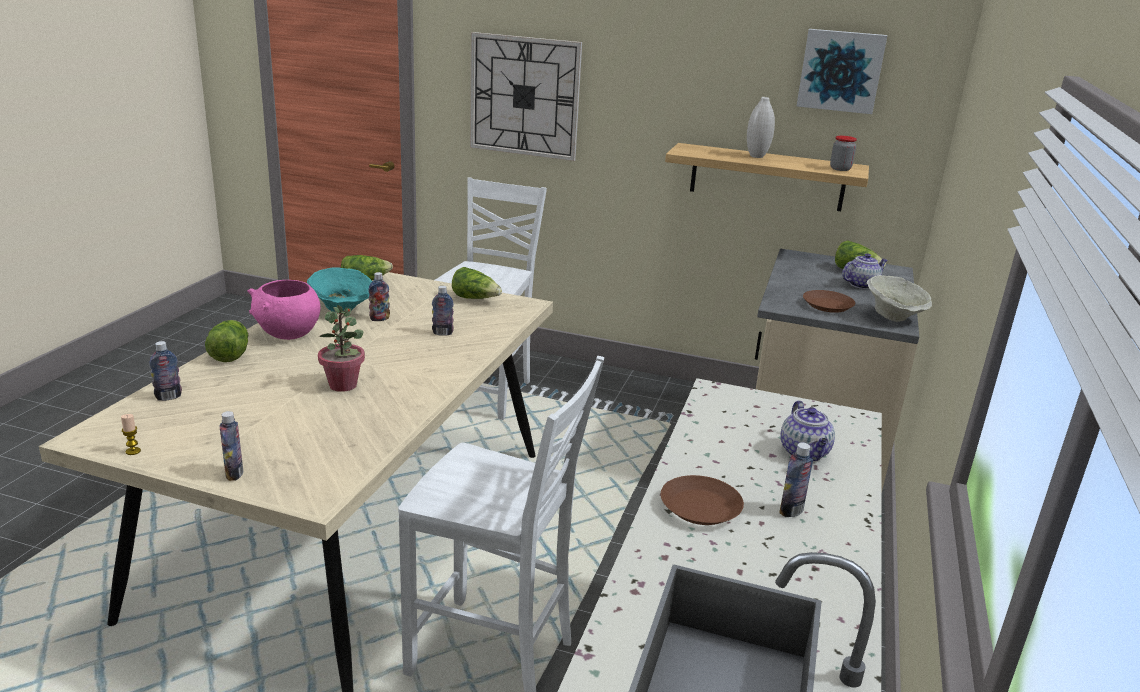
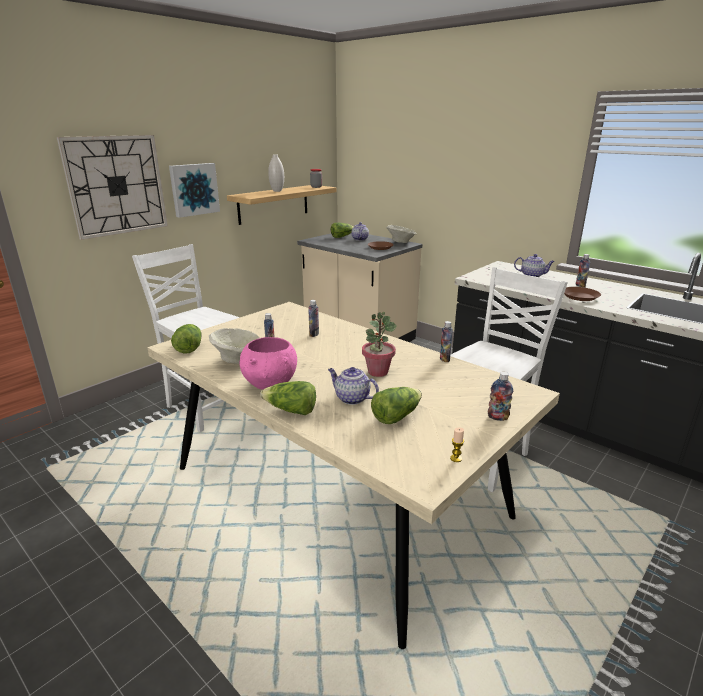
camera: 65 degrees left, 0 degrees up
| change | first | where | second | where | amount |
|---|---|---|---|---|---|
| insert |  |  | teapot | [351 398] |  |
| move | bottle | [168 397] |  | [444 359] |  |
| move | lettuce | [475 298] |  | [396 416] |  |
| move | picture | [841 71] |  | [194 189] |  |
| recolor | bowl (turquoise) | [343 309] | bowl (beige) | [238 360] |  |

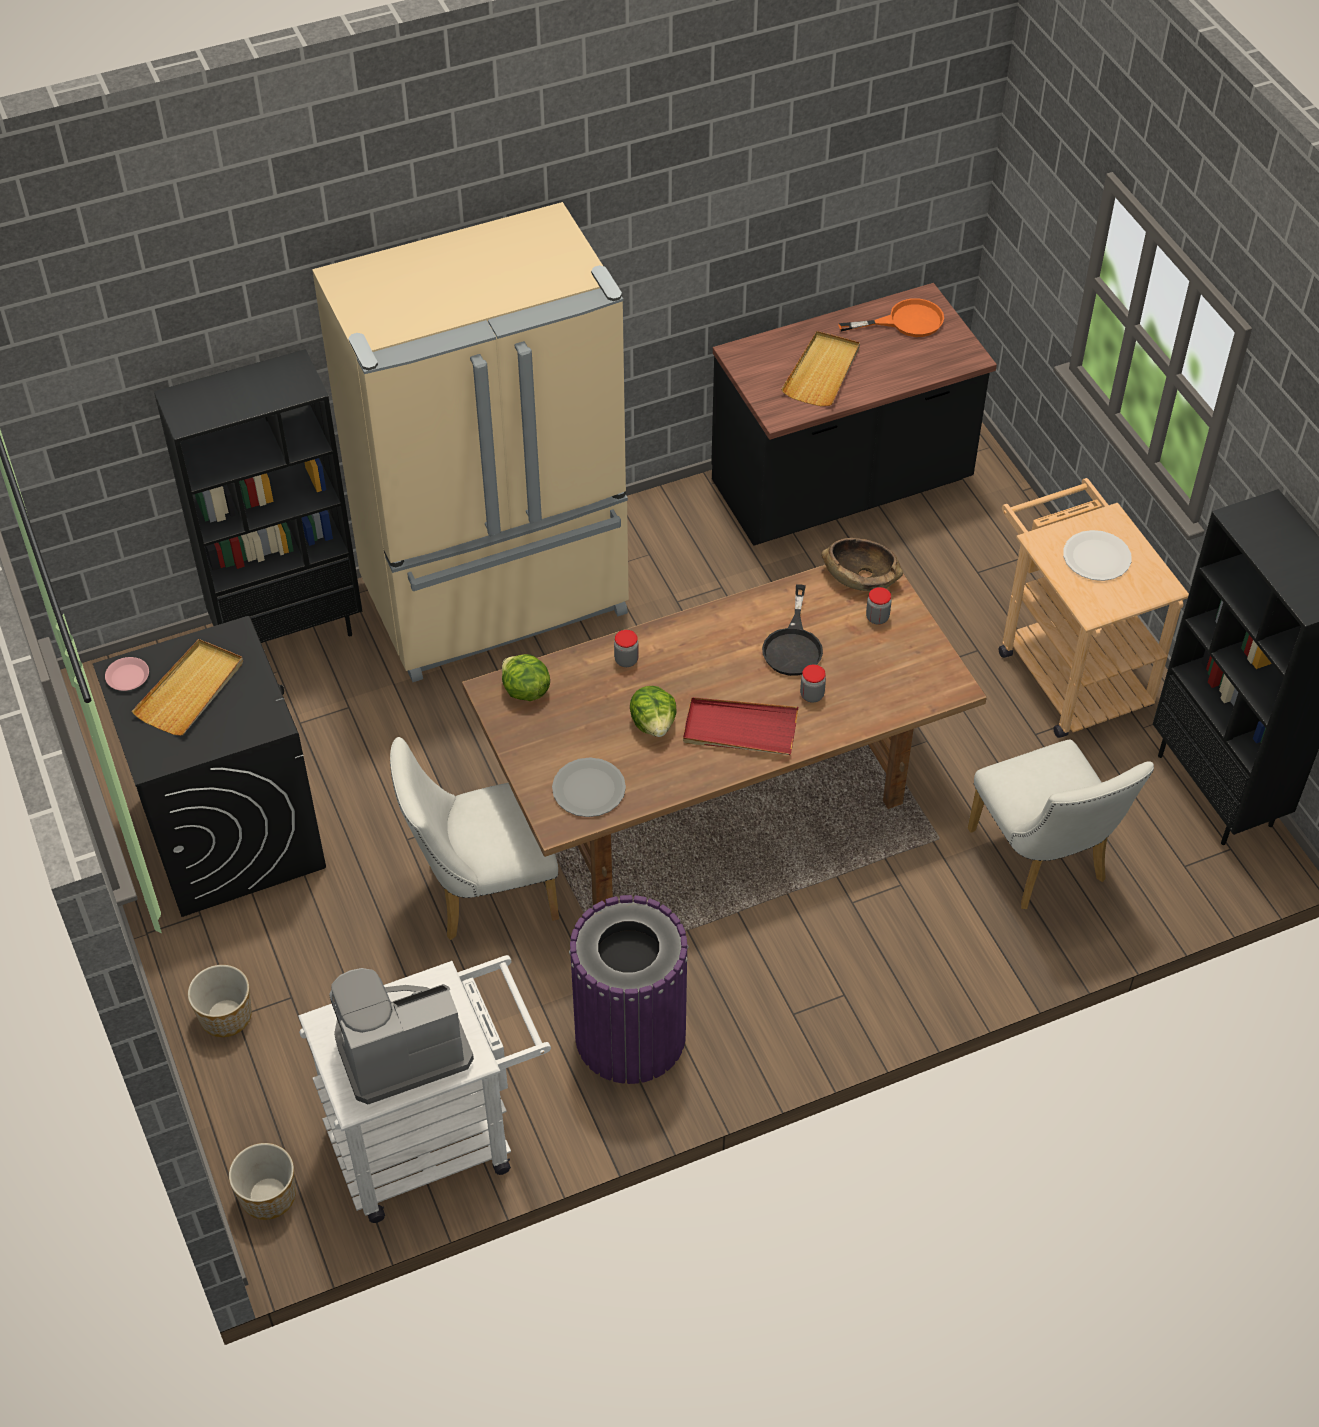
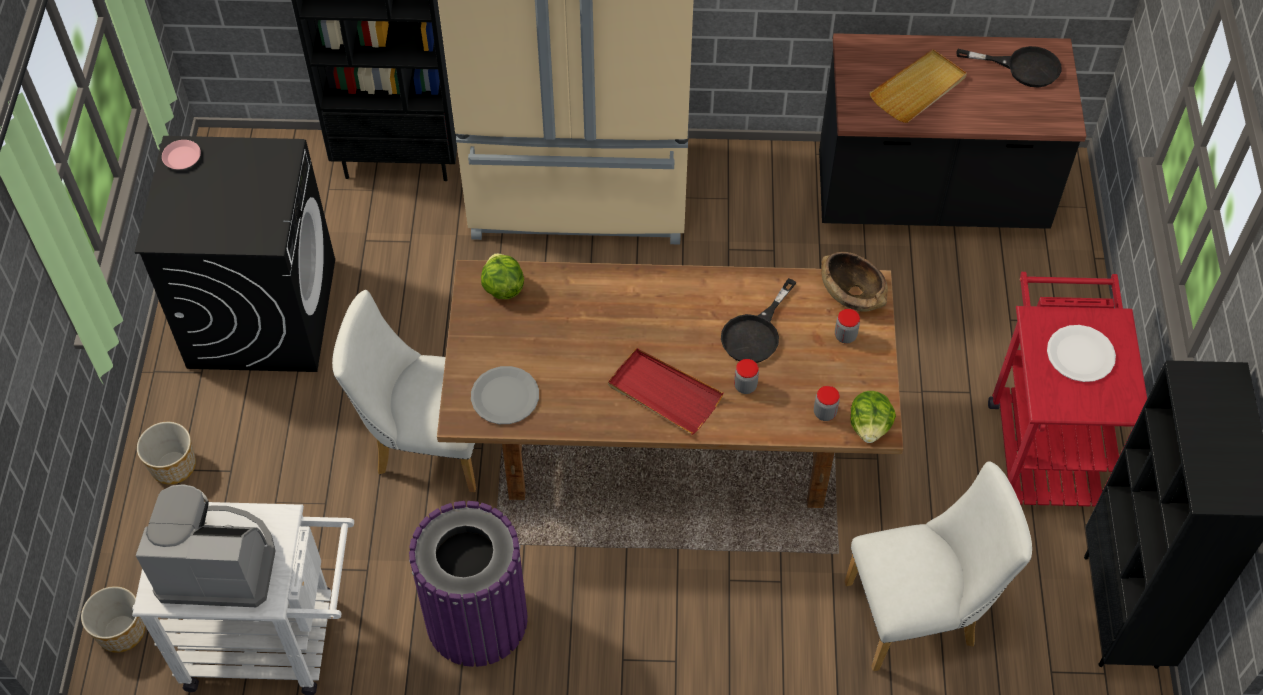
camera: 25 degrees right, 5 degrees up
| change | first | where | second | where | amount |
|---|---|---|---|---|---|
| delete | tray (beige) | [191 690] |  |  |  |
| move | jar | [626 660] |  | [824 413] |  |
| move | lettuce | [653 724] |  | [869 427] |  |
| recolor | frying pan (orange) | [905 322] | frying pan (black) | [1022 67] |  |
| recolor | cart (beige) | [1067 669] | cart (red) | [1043 441] |  |
| rotate | chair (white) | [1042 863] |  | [920 614] | 105 degrees counterclockwise |

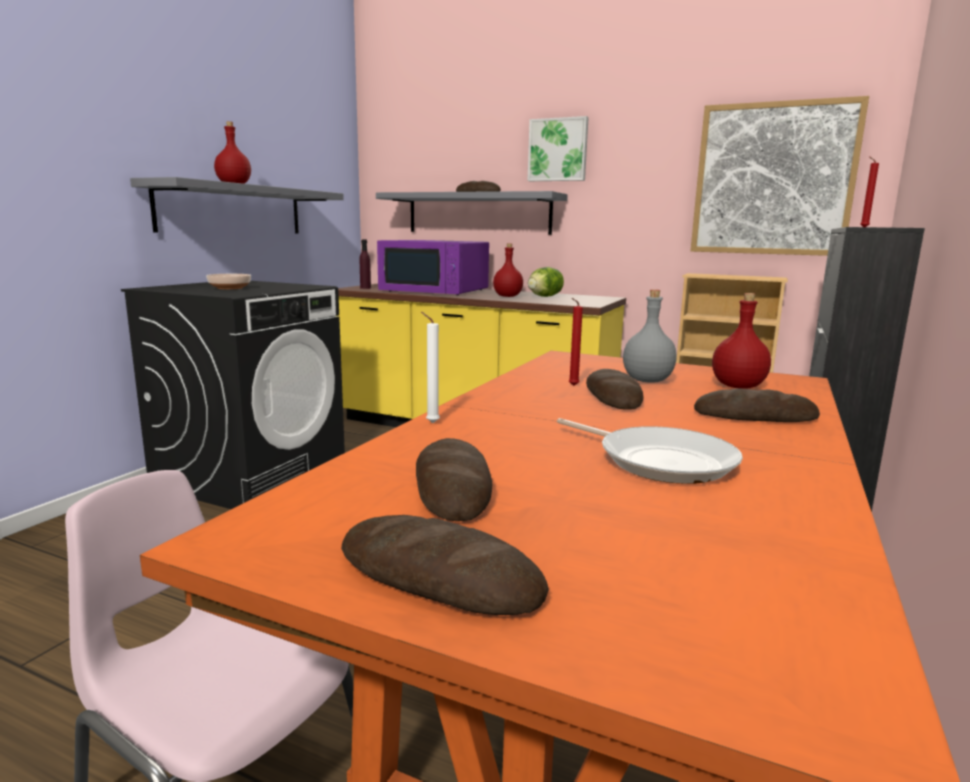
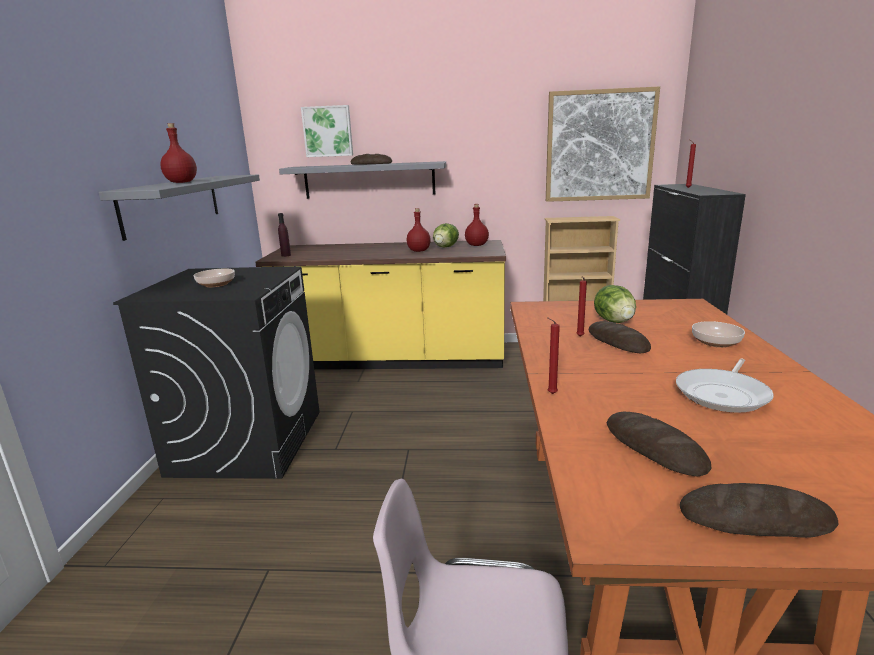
camera: 20 degrees left, 5 degrees up
| change | first | where | second | where | amount |
|---|---|---|---|---|---|
| delete | microwave (purple) | [436 290] |  |  |  |
| move | picture | [558 150] |  | [328 131] |  |
| move | bottle (red) | [739 386] |  | [477 245] |  |
| replace | bottle (grey) | [647 380] | lettuce | [614 321] |  |
| replace | bread | [754 416] | bowl | [714 342] |  |
| recolor | candle (white) | [430 423] | candle (red) | [550 394] |  |
| rotate | frying pan | [660 461] |  | [723 394] | 105 degrees clockwise |

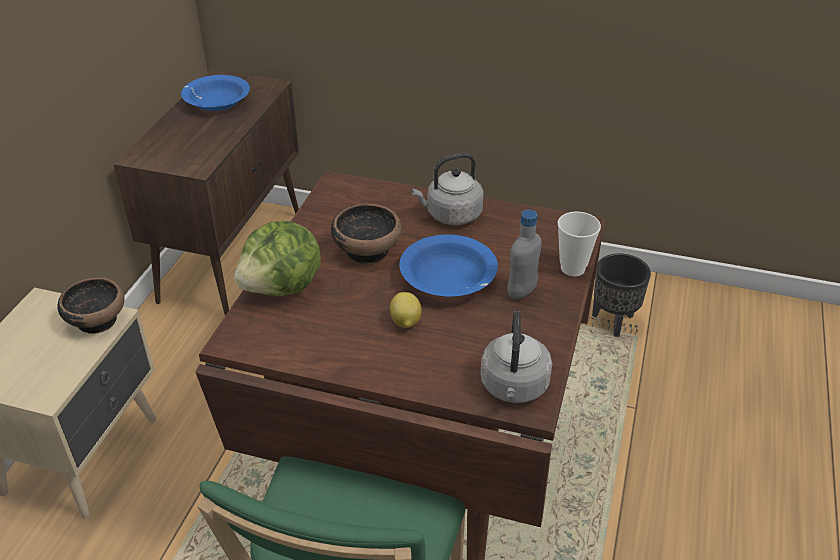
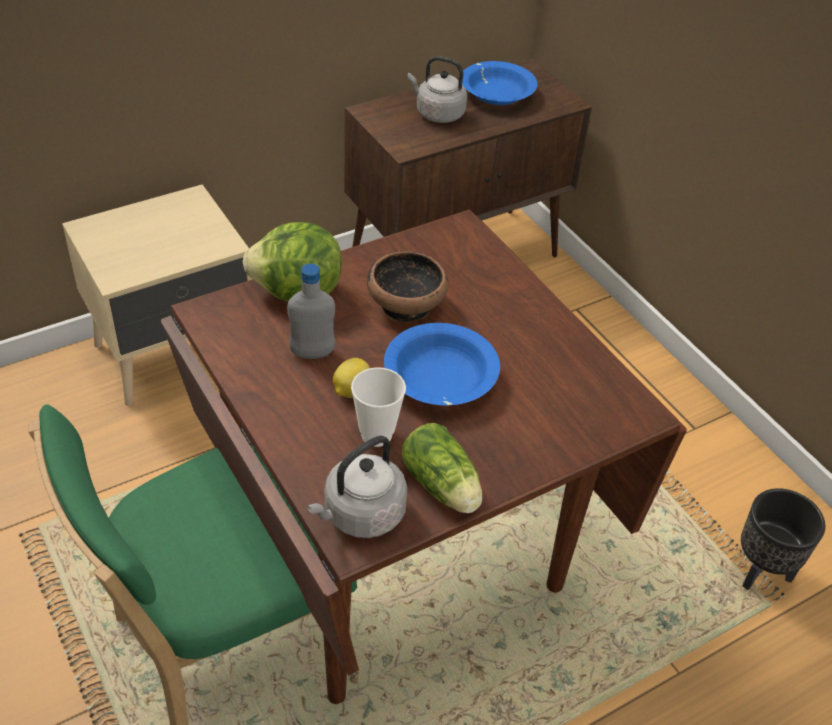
camera: 40 degrees right, 5 degrees up
| change | first | where | second | where | amount |
|---|---|---|---|---|---|
| delete | bowl | [97 320] |  |  |  |
| insert |  |  | lettuce | [443 488] |  |
| move | kettle (grey) | [451 215] |  | [437 113] |  |
| move | bottle (grey) | [522 292] |  | [312 353] |  |
| move | cup | [572 268] |  | [376 435] |  |

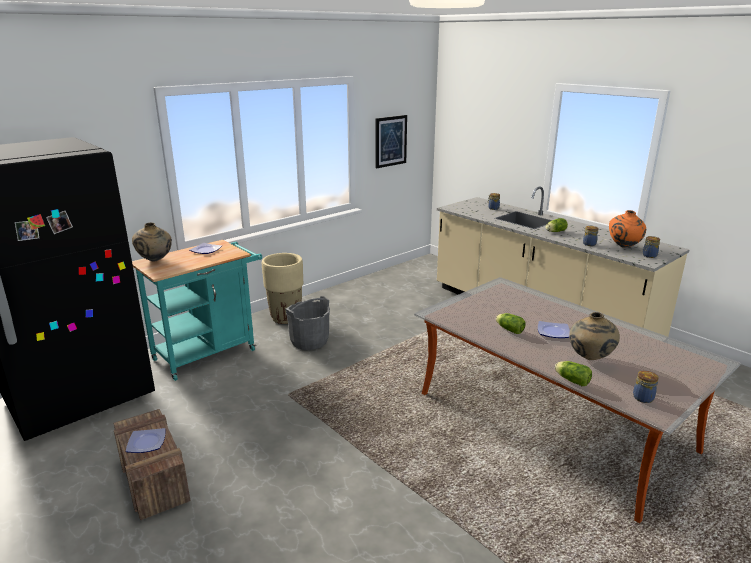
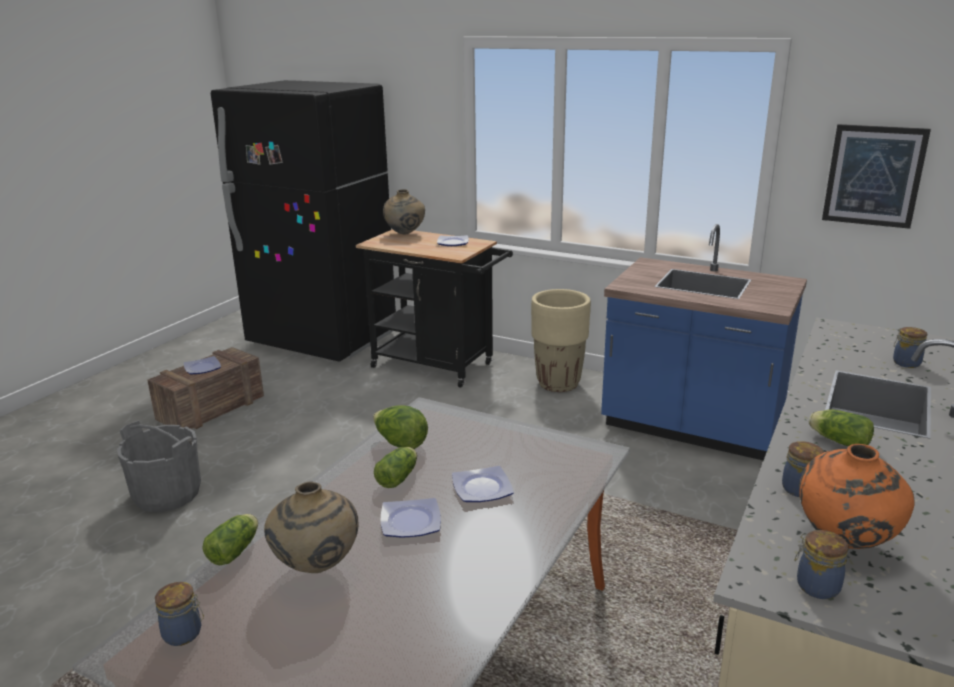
camera: 70 degrees right, 0 degrees up
| change | first | where | second | where | amount |
|---|---|---|---|---|---|
| insert |  |  | lettuce | [400 444] |  |
| insert |  |  | plate | [483 487] |  |
| insert |  |  | counter (blue) | [691 427] |  |
| move | bucket (grey) | [309 341] |  | [167 494] |  |
| recolor | cart (turquoise) | [210 352] | cart (black) | [439 366] |  |

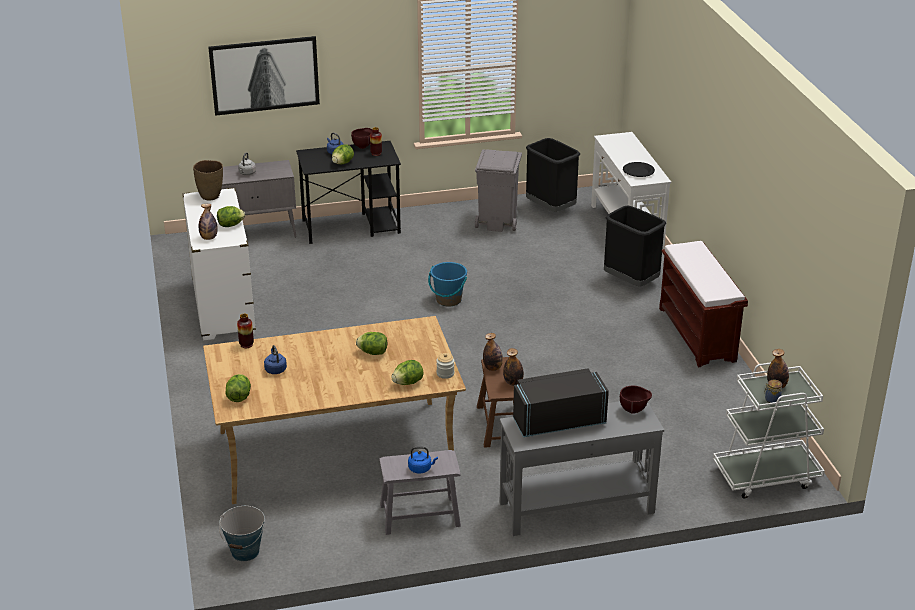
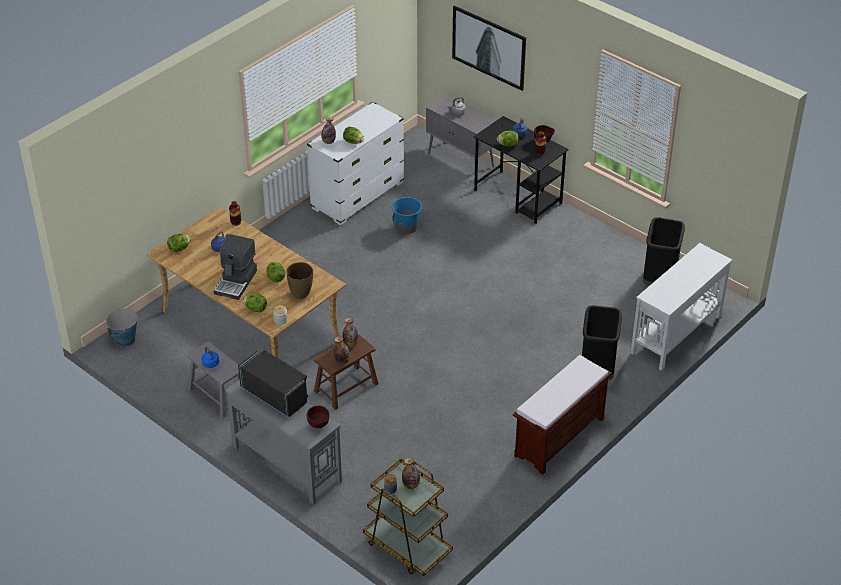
camera: 55 degrees right, 10 degrees up
| change | first | where | second | where | amount |
|---|---|---|---|---|---|
| delete | trash can (grey) | [497 222] |  |  |  |
| delete | plate (black) | [638 171] |  |  |  |
| insert |  |  | coffee machine | [236 282] |  |
| move | vase (brown) | [210 196] |  | [301 293] |  |
| move | bucket (blue) | [448 300] |  | [406 227] |  |
| recolor | cart (white) | [766 476] | cart (brown) | [407 546] |  |

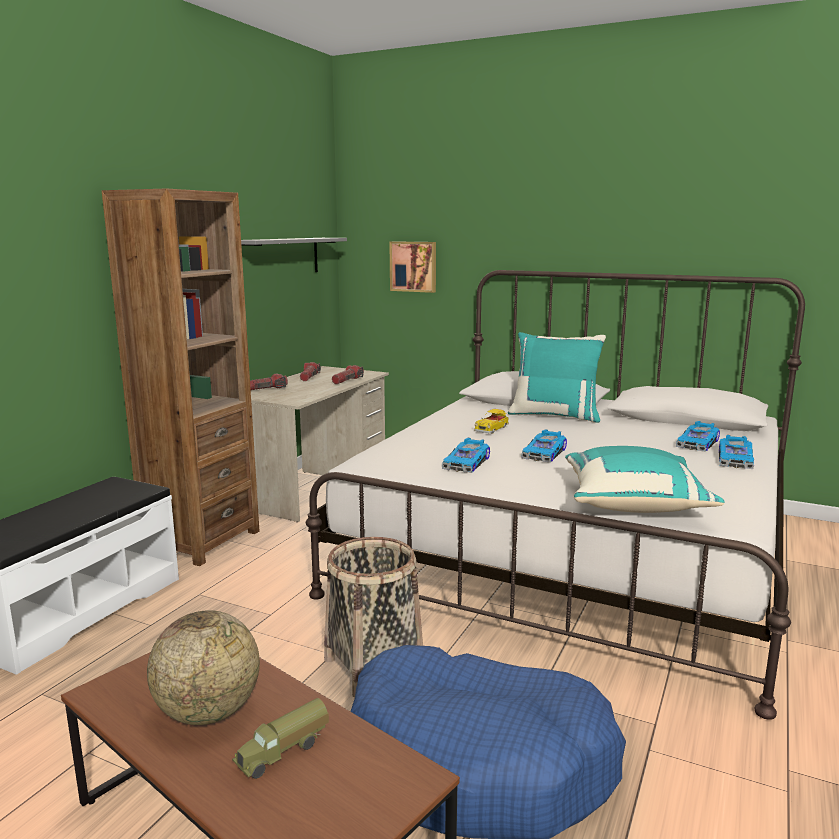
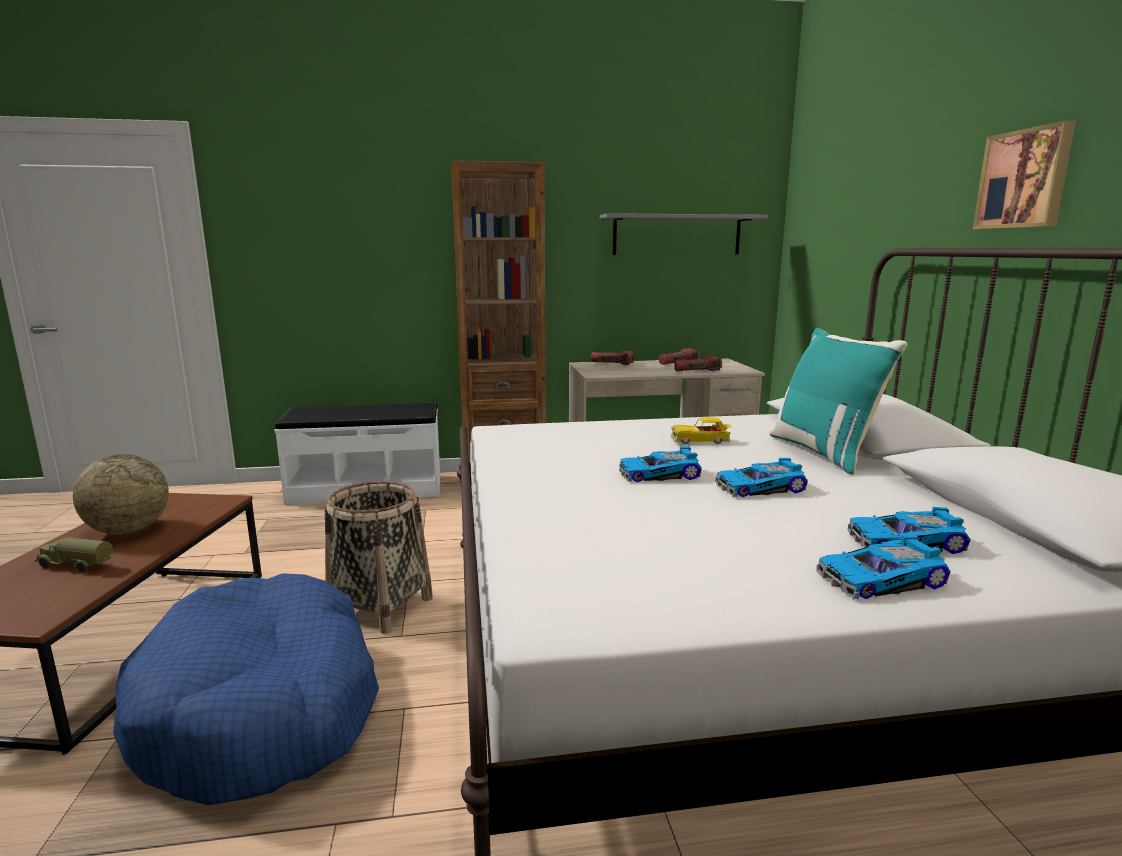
camera: 55 degrees right, 0 degrees up
| change | first | where | second | where | amount |
|---|---|---|---|---|---|
| delete | pillow (turquoise) | [634 504] |  |  |  |
| move | picture | [413 266] |  | [1025 179] |  |
| move | toy car | [467 463] |  | [760 488] |  |

